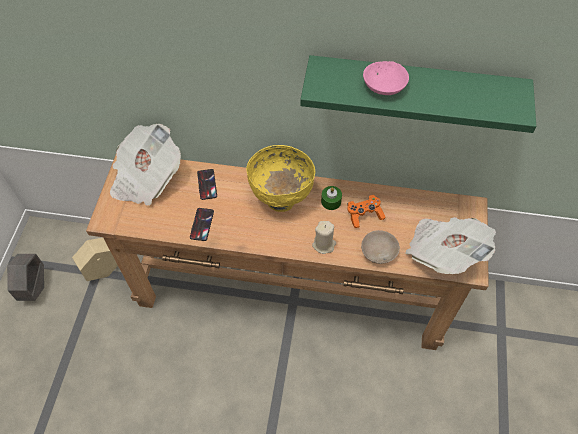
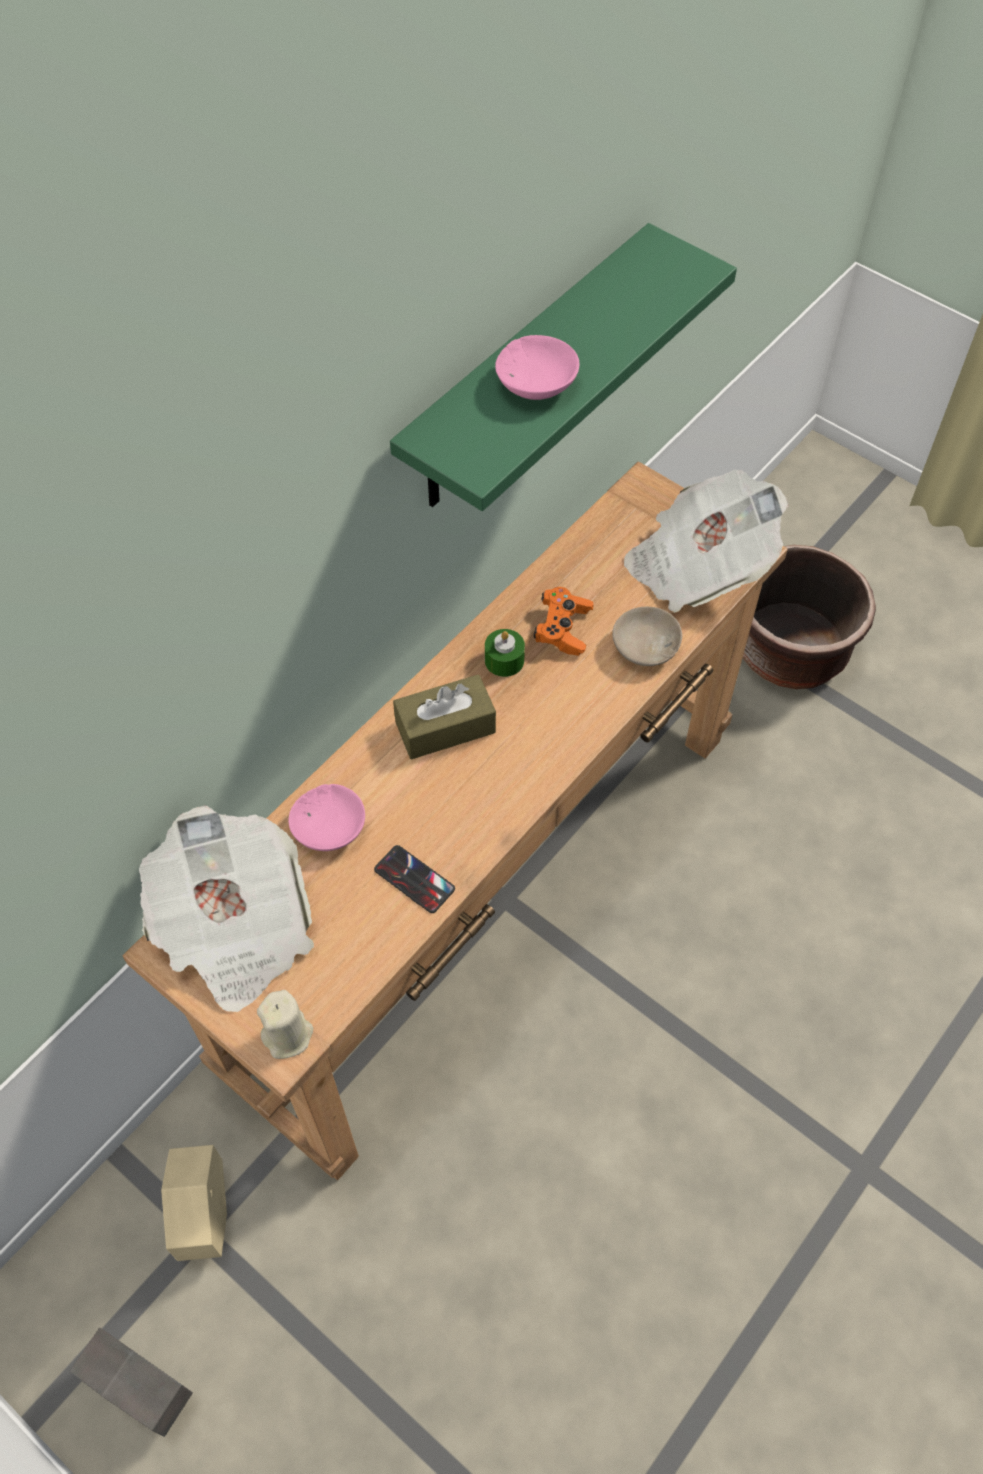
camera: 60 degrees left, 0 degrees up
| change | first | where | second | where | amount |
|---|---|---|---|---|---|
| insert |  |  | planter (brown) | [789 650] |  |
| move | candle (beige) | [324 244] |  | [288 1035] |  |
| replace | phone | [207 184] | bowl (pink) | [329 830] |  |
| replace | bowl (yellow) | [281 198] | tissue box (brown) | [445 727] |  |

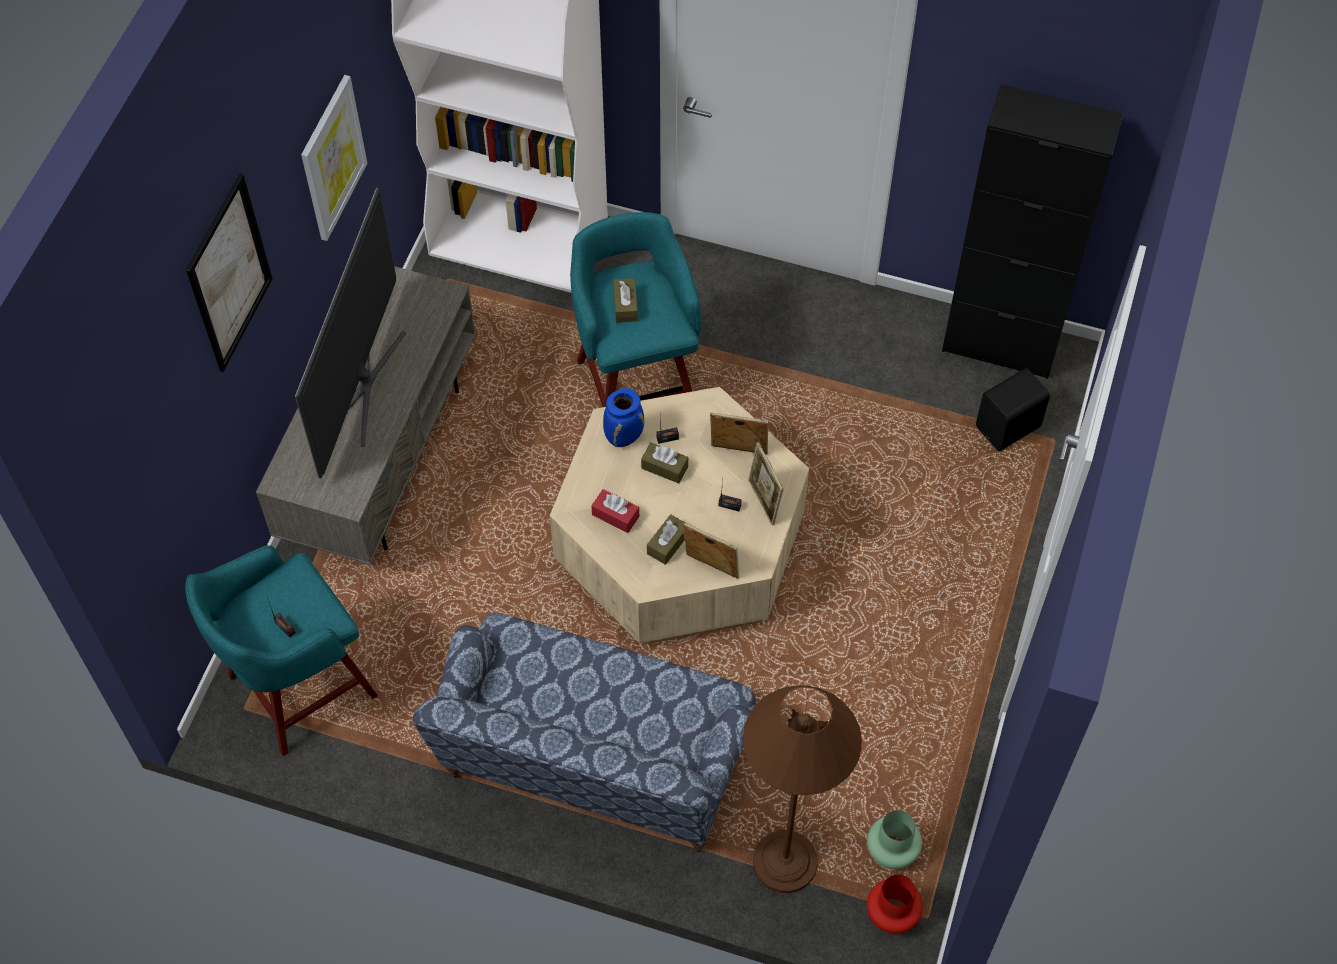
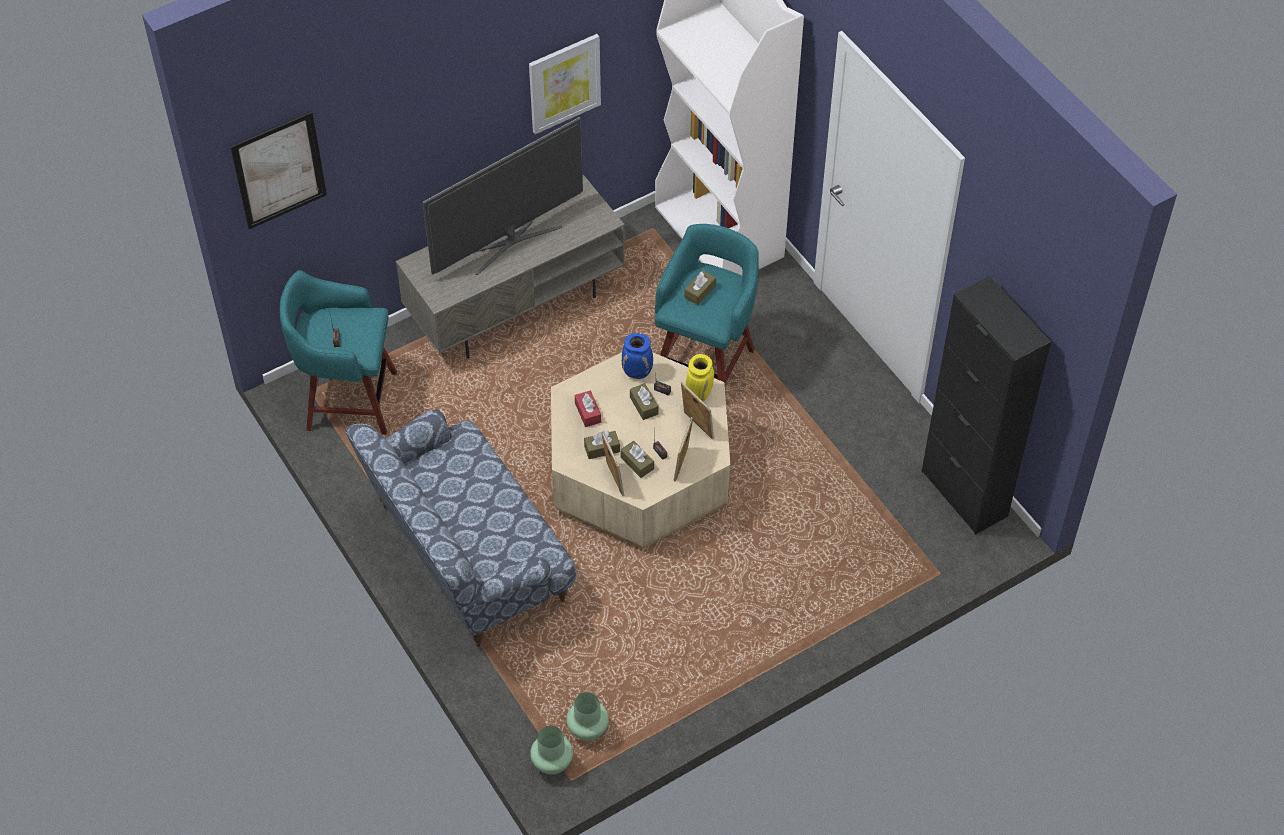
camera: 40 degrees right, 5 degrees down
| change | first | where | second | where | amount |
|---|---|---|---|---|---|
| delete | floor lamp (brown) | [785 862] |  |  |  |
| delete | speaker (black) | [1009 428] |  |  |  |
| insert |  |  | tissue box (brown) | [637 463] |  |
| insert |  |  | vase (yellow) | [698 394] |  |
| move | picture | [229 274] |  | [279 170] |  |
| recolor | vase (red) | [892 916] | vase (green) | [551 763] |  |

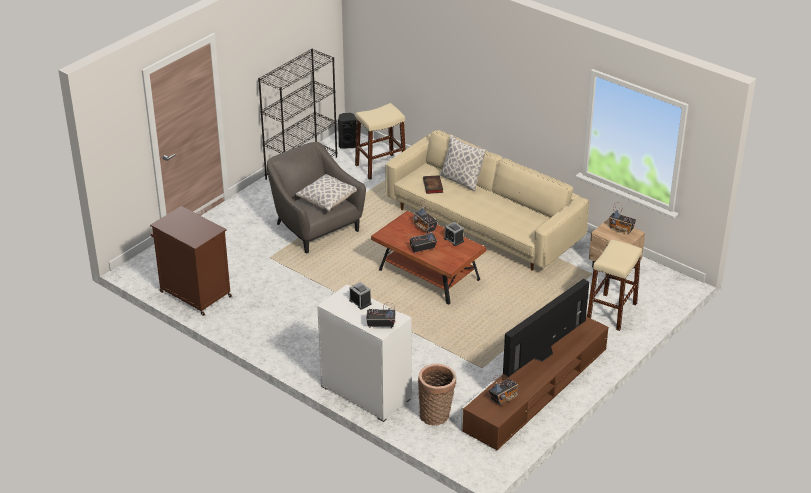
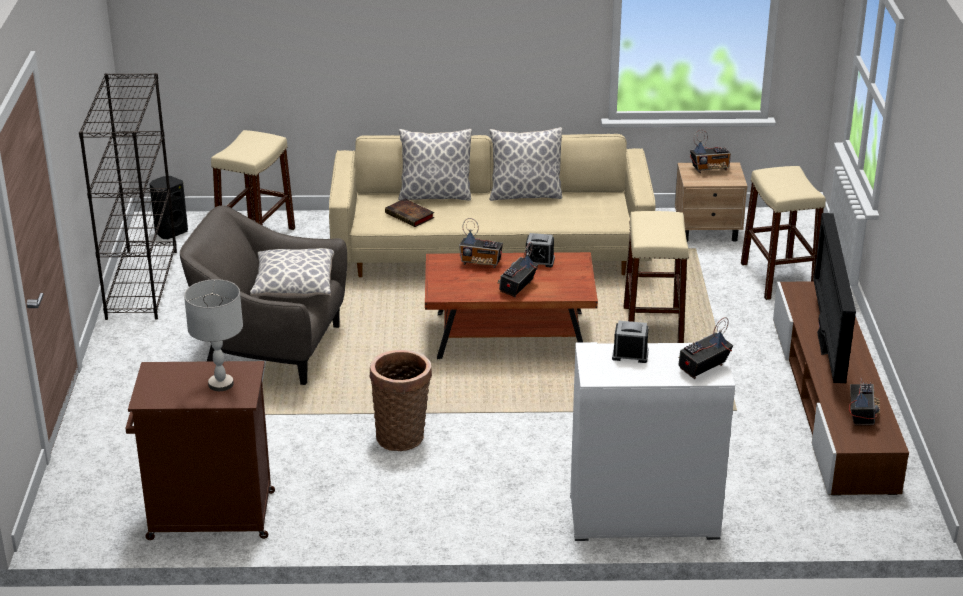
camera: 40 degrees left, 5 degrees down
| change | first | where | second | where | amount |
|---|---|---|---|---|---|
| insert |  |  | table lamp (grey) | [220 384] |  |
| insert |  |  | pillow | [525 195] |  |
| insert |  |  | stool (beige) | [652 327] |  |
| move | basket | [436 415] |  | [402 435] |  |

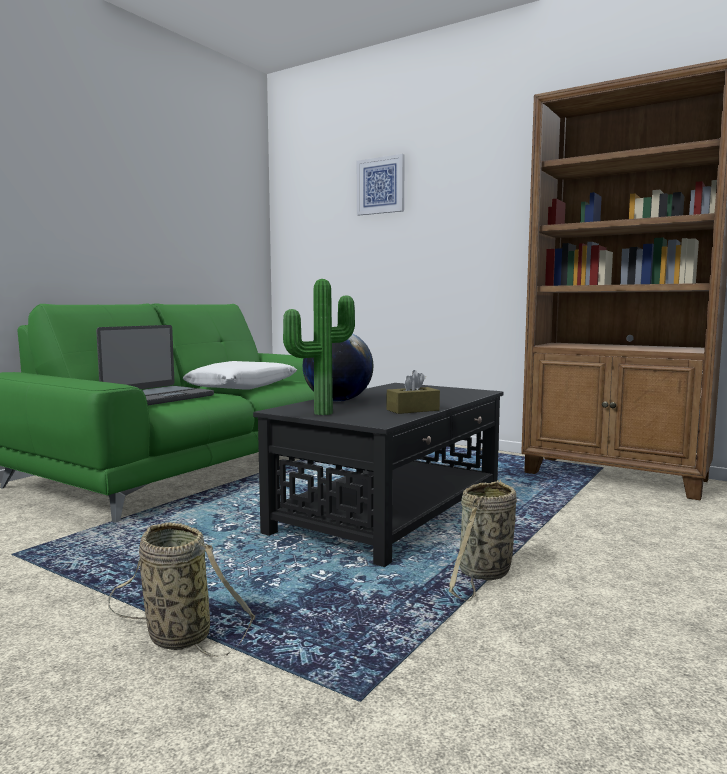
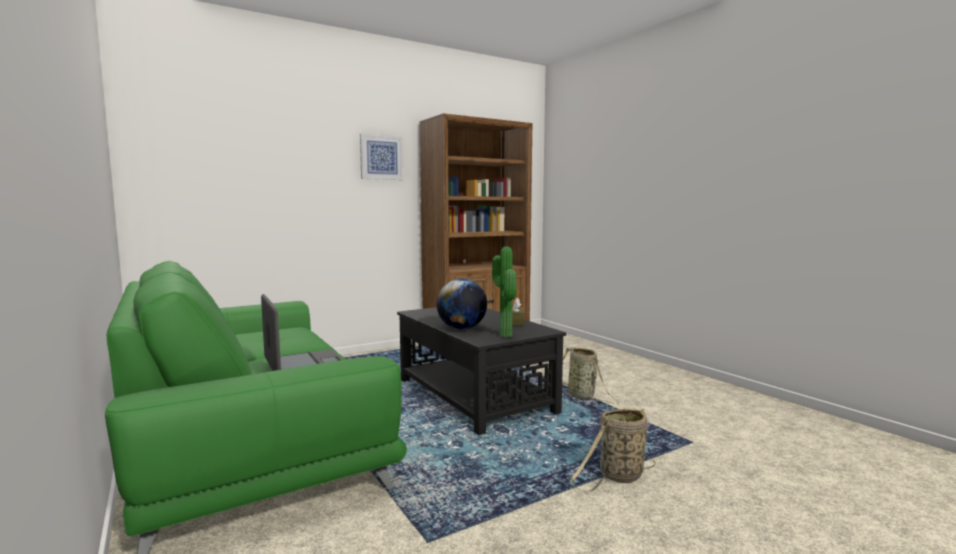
camera: 65 degrees left, 0 degrees up
| change | first | where | second | where | amount |
|---|---|---|---|---|---|
| delete | pillow (white) | [242 387] |  |  |  |
| move | picture | [381 185] |  | [381 157] |  |

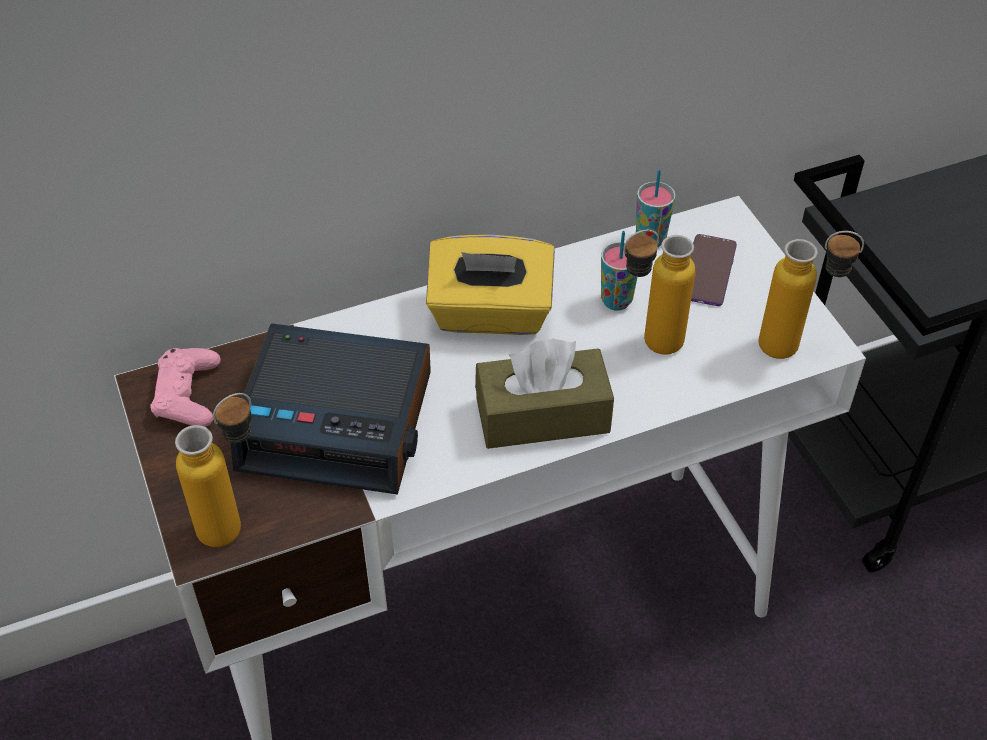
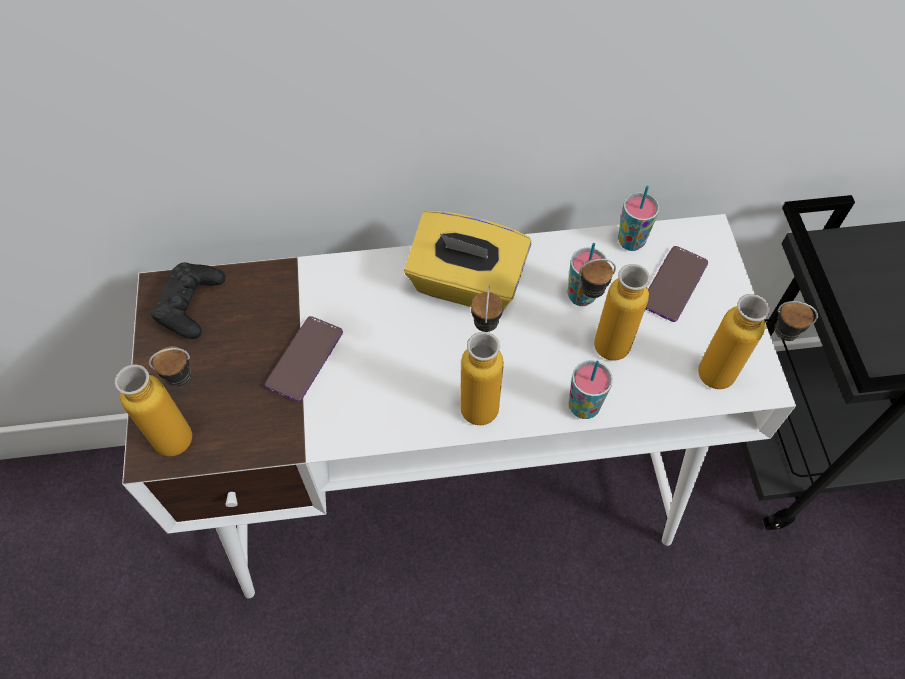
camera: 15 degrees right, 10 degrees up
| change | first | where | second | where | amount |
|---|---|---|---|---|---|
| insert |  |  | cup | [583 407] |  |
| replace | alarm clock | [338 421] | phone | [305 359] |  |
| replace | tissue box (brown) | [542 415] | bottle | [480 395] |  |
| recolor | game controller (pink) | [188 395] | game controller (black) | [190 305] |  |

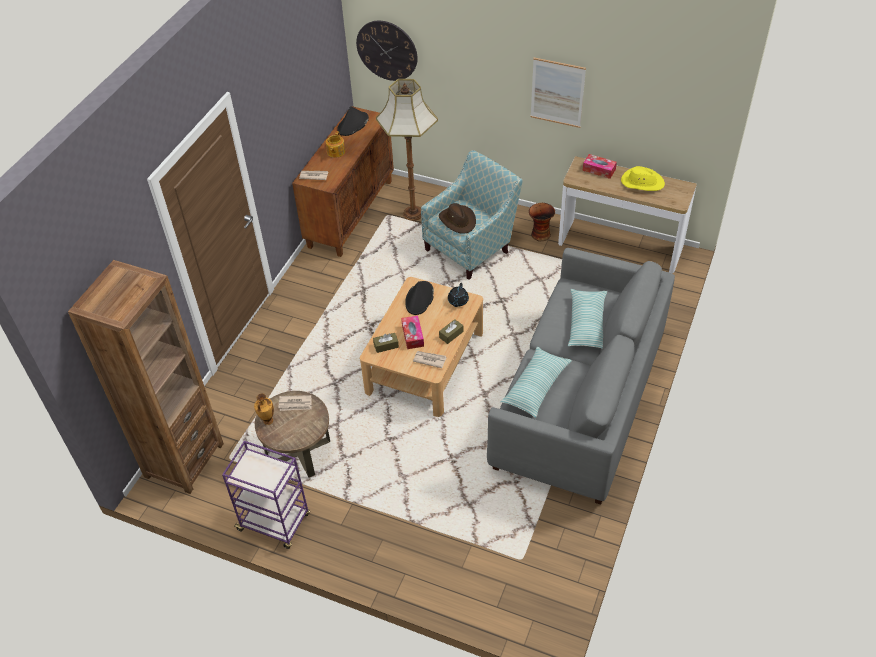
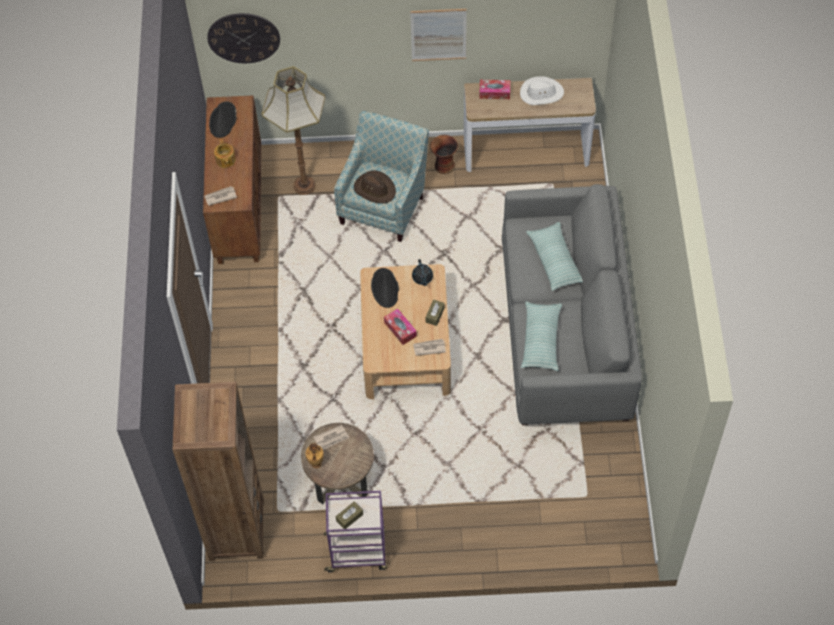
camera: 25 degrees left, 10 degrees up
| change | first | where | second | where | amount |
|---|---|---|---|---|---|
| move | tissue box (brown) | [386 346] |  | [349 517] |  |
| recolor | hat (yellow) | [642 182] | hat (white) | [541 93] |  |

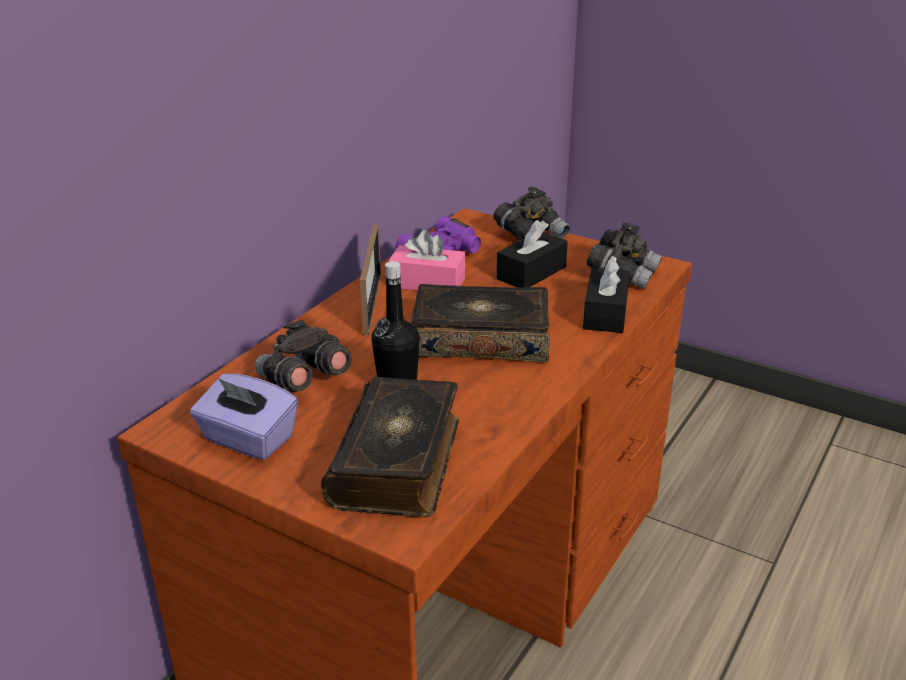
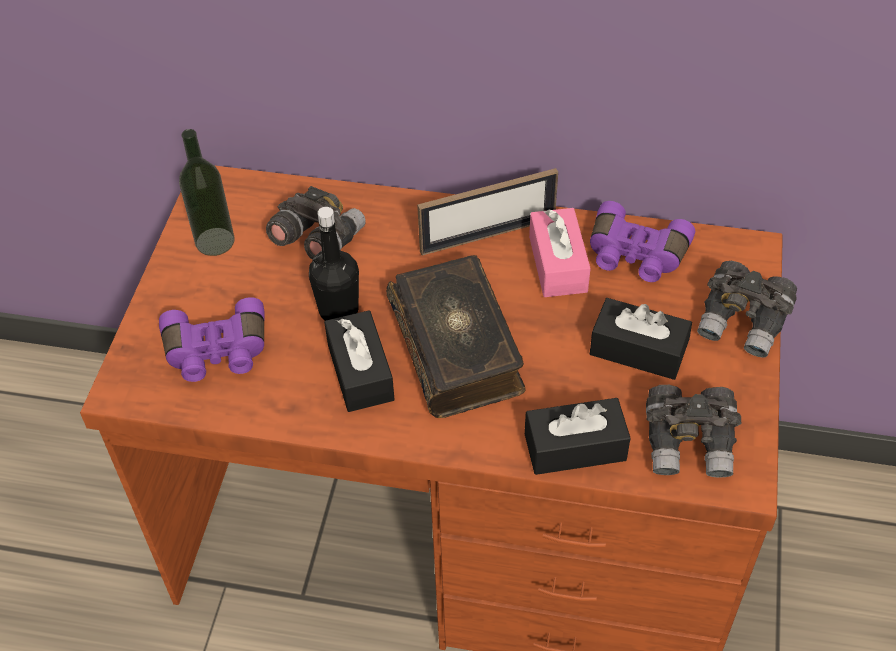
camera: 70 degrees right, 20 degrees up
| change | first | where | second | where | amount |
|---|---|---|---|---|---|
| insert |  |  | tissue box (black) | [360 372] |  |
| replace | tissue box (purple) | [248 440] | bottle | [215 241] |  |
| replace | book | [399 462] | binoculars (purple) | [217 353] |  |

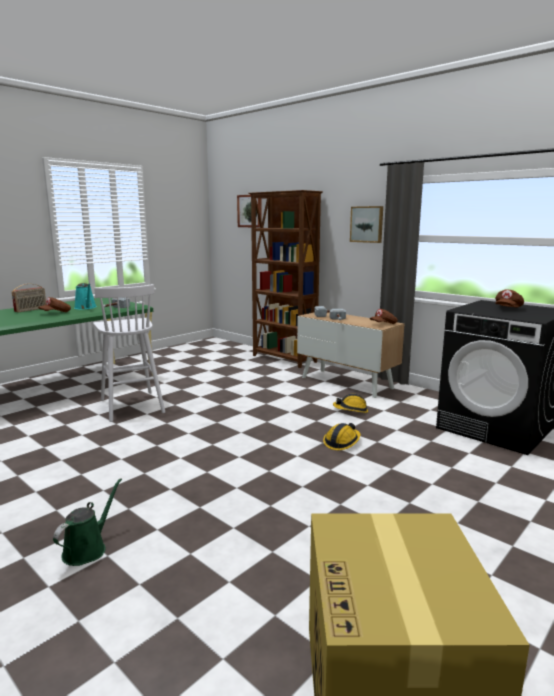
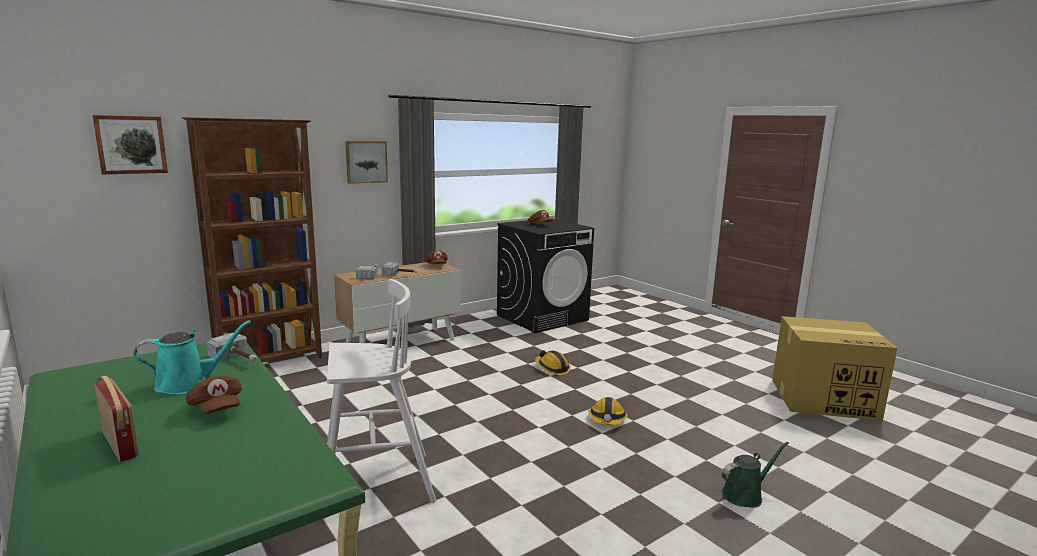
camera: 80 degrees left, 0 degrees up
| change | first | where | second | where | amount |
|---|---|---|---|---|---|
| move | hard hat | [351 410] |  | [607 420] |  |
| rotate | watering can (green) | [87 549] |  | [745 495] | 120 degrees clockwise |

